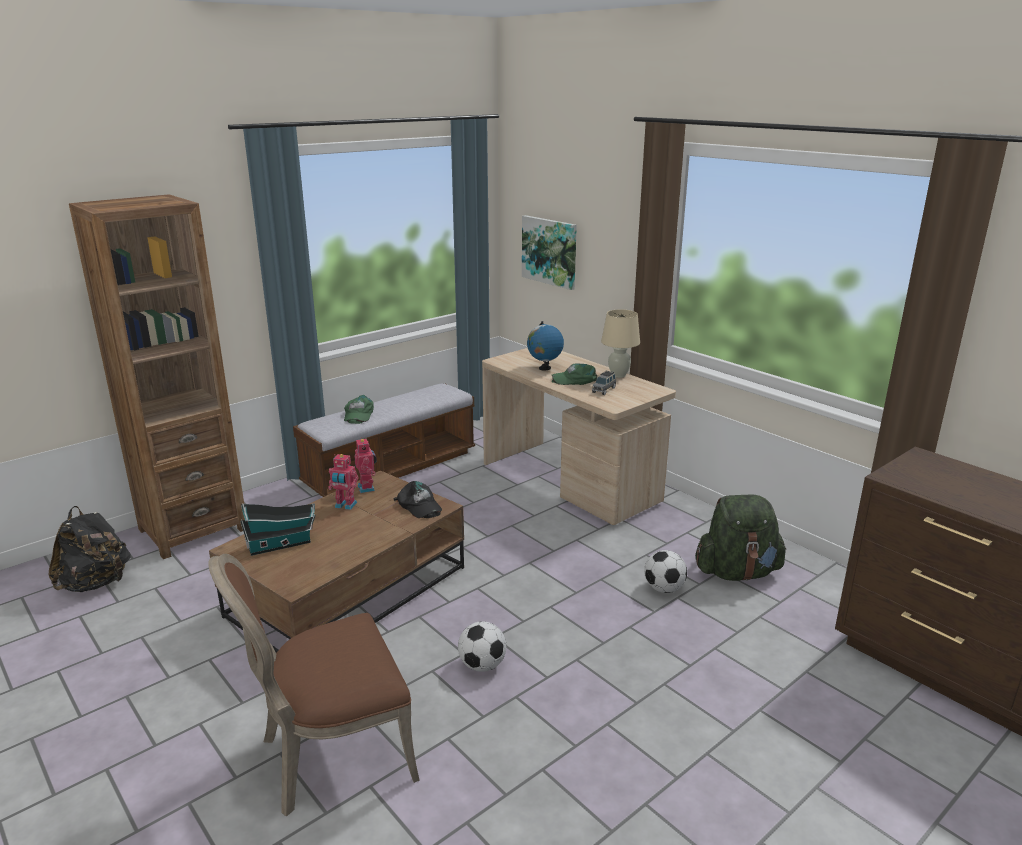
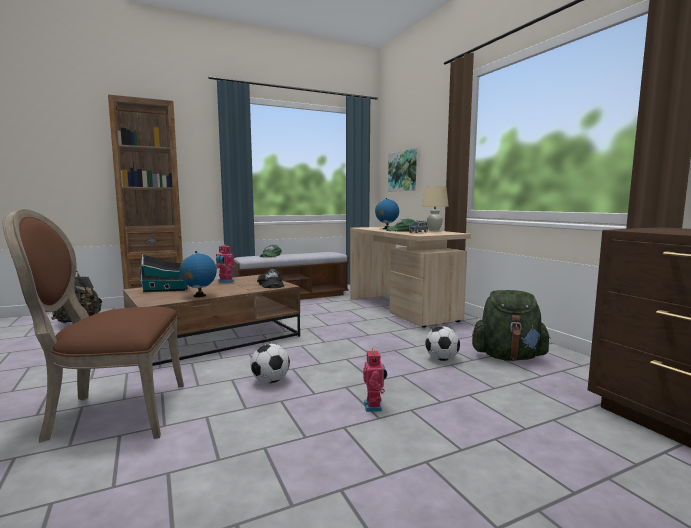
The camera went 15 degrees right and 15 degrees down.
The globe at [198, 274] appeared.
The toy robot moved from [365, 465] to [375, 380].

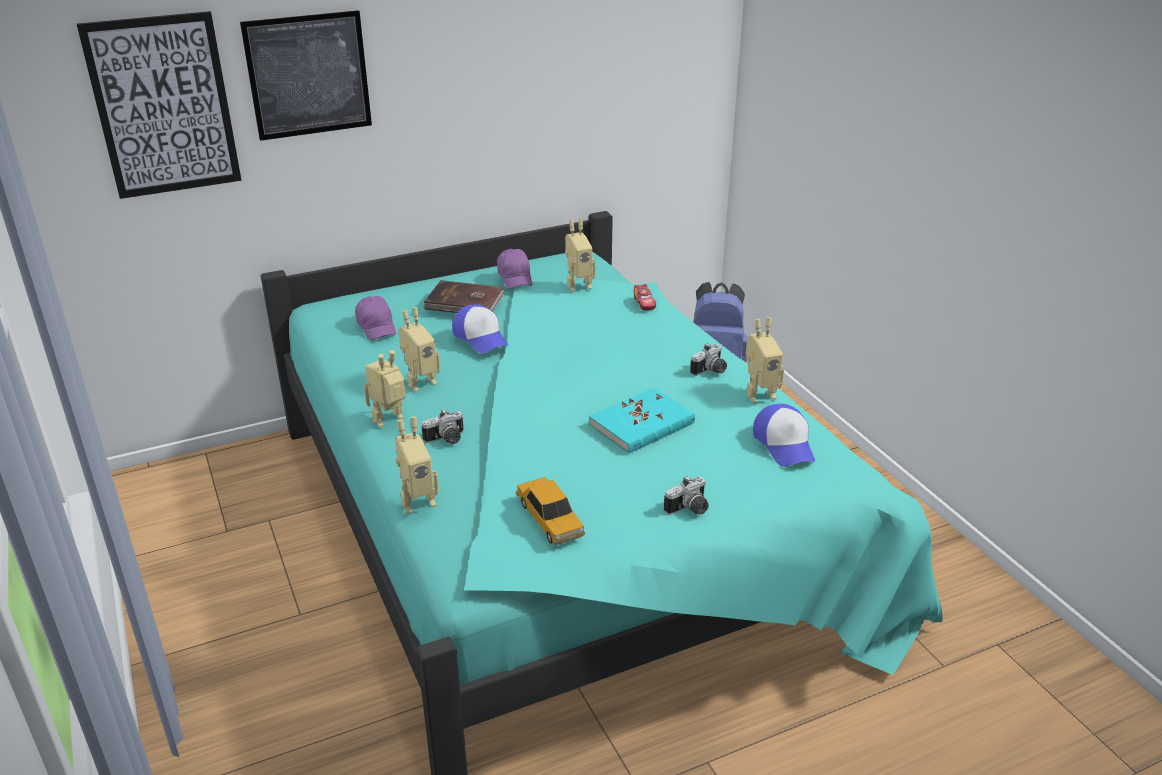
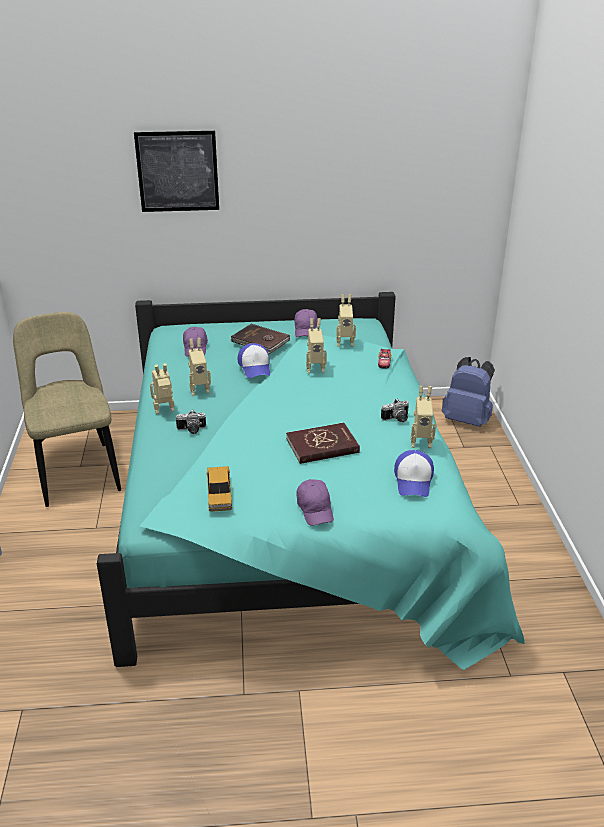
The camera went 20 degrees right and 0 degrees up.
The picture at [159, 105] disappeared.
The beige chair at [67, 409] appeared.
The toy robot moved from [417, 465] to [316, 345].
The photo camera at [686, 495] was replaced by the purple cap at [315, 502].
The turquoise book at [642, 421] became the red book at [323, 443].

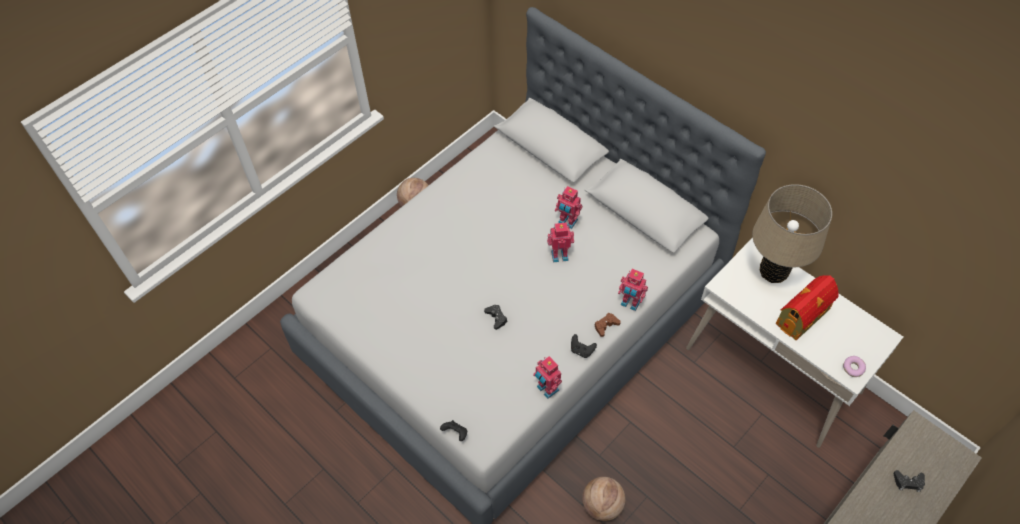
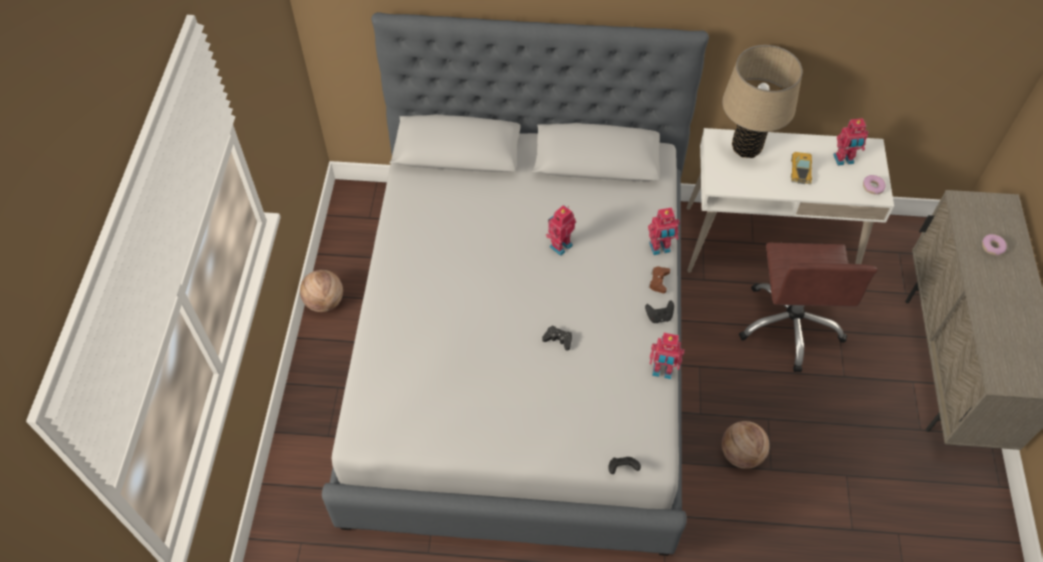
The camera went 40 degrees left and 0 degrees up.
The brown office chair at [808, 307] appeared.
The toy robot moved from [568, 207] to [850, 142].
The toy house at [807, 307] was replaced by the toy car at [802, 168].
The black game controller at [909, 481] was replaced by the donut at [994, 244].

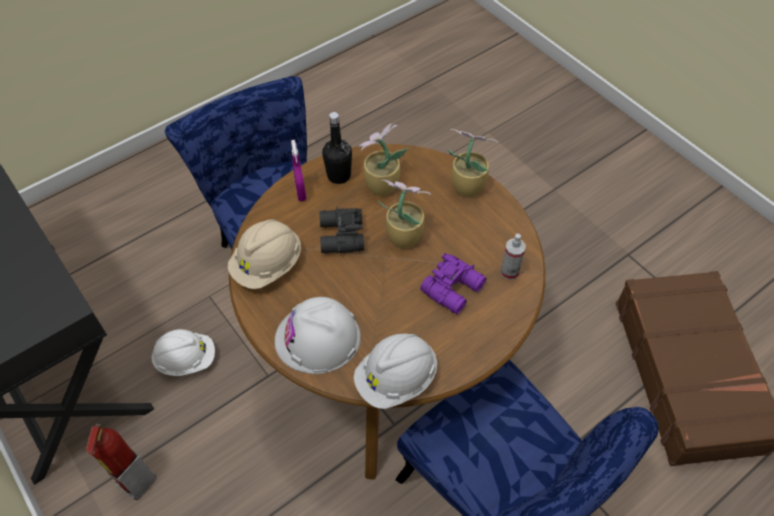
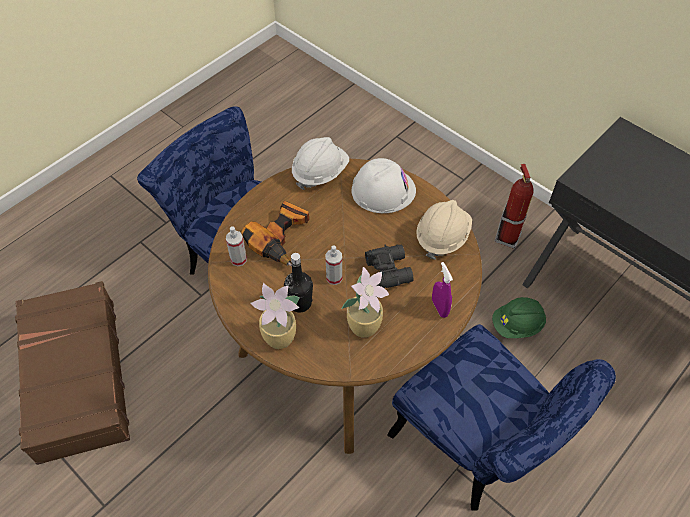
The camera went 170 degrees right and 0 degrees up.
The black bottle moved from [337, 148] to [298, 283].
The potted plant at [405, 214] was replaced by the spray bottle at [333, 265].
The purple binoculars at [453, 283] was replaced by the power drill at [275, 233].
The white hard hat at [183, 352] became the green hard hat at [519, 317].

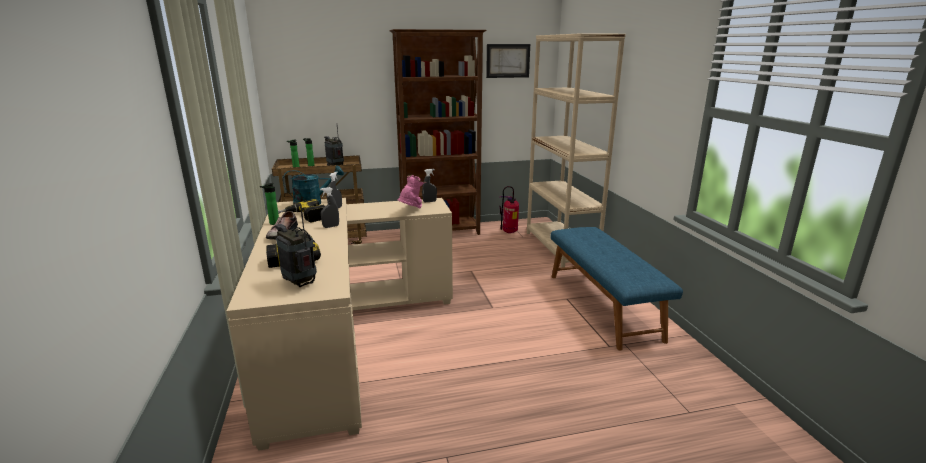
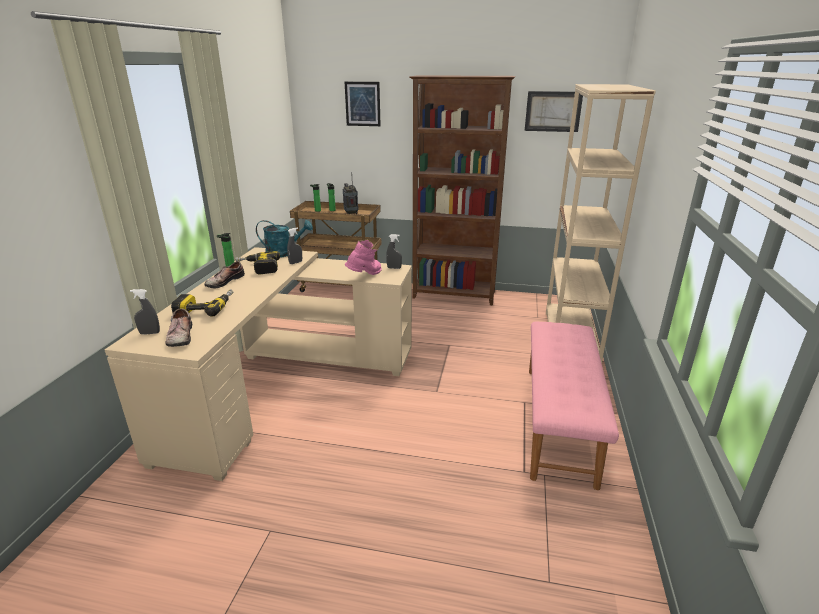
The camera went 25 degrees right and 5 degrees up.
The fire extinguisher at [509, 209] disappeared.
The picture at [363, 104] appeared.
The grey spray bottle moved from [329, 207] to [145, 311].
The radio at [296, 245] was replaced by the shoe at [178, 327].
The blue bench at [616, 288] became the pink bench at [574, 406].

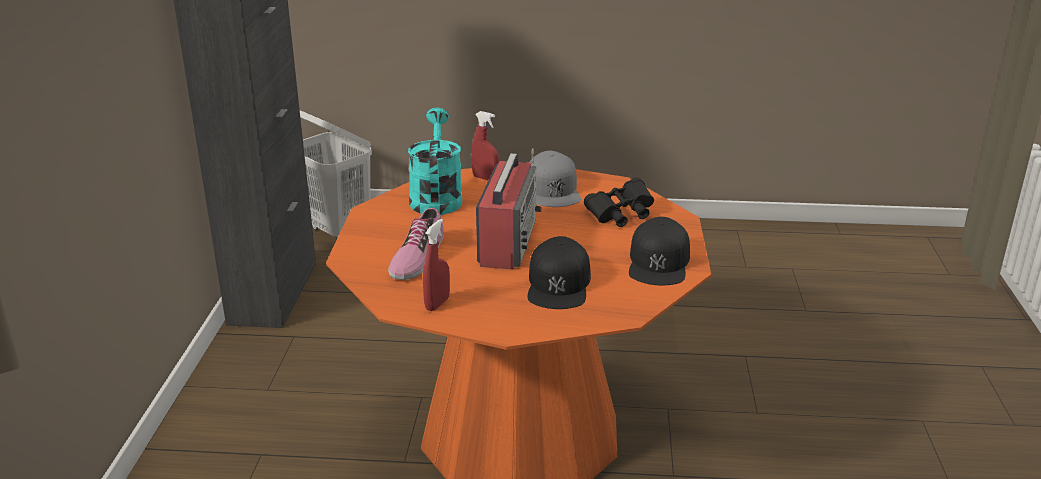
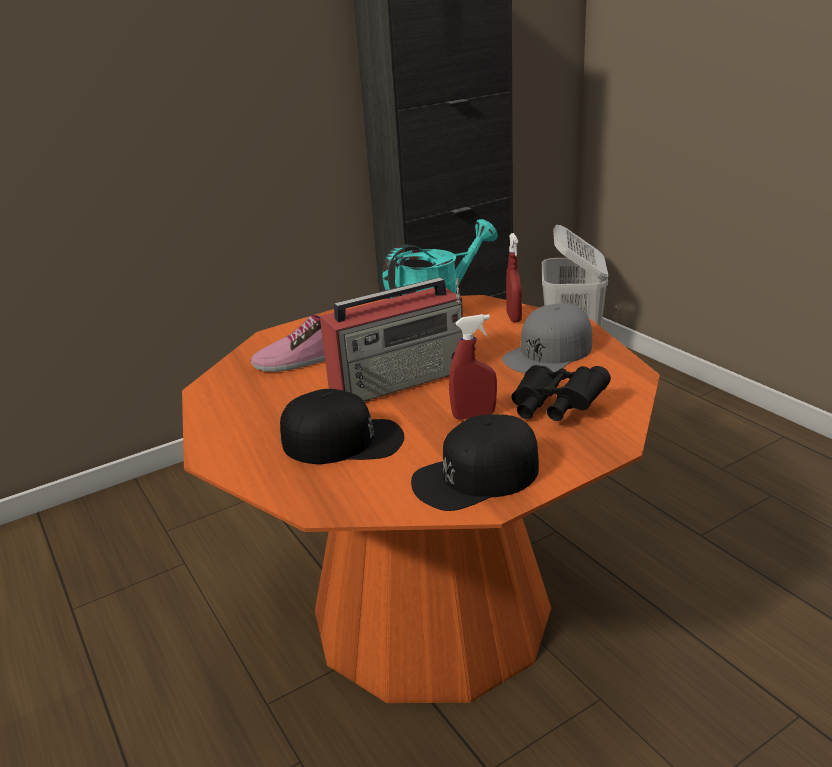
The camera went 55 degrees right and 0 degrees up.
The red spray bottle moved from [436, 265] to [473, 367].
The black cap at [559, 272] turned 150 degrees counterclockwise.

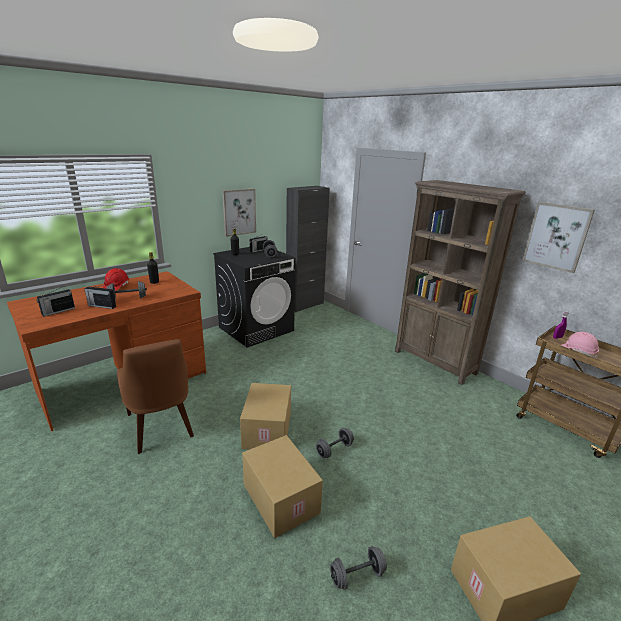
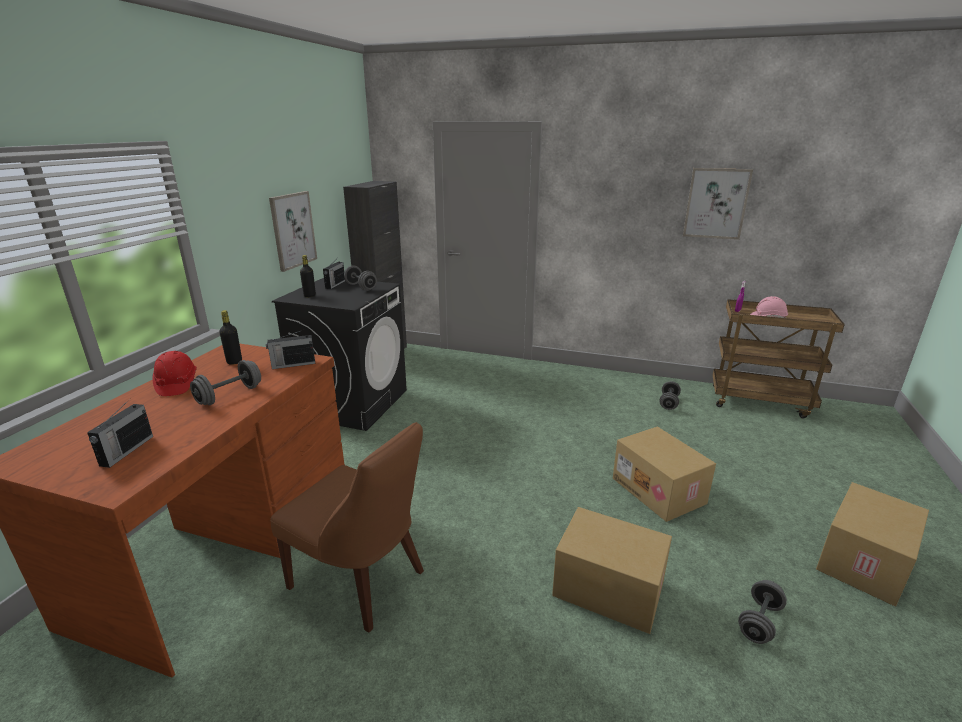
The camera went 30 degrees left and 0 degrees up.
The brown bookcase at [460, 282] disappeared.
The radio moved from [100, 297] to [290, 349].
The cardboard box moved from [265, 416] to [664, 474].
The grey dumbbell moved from [335, 443] to [670, 395].

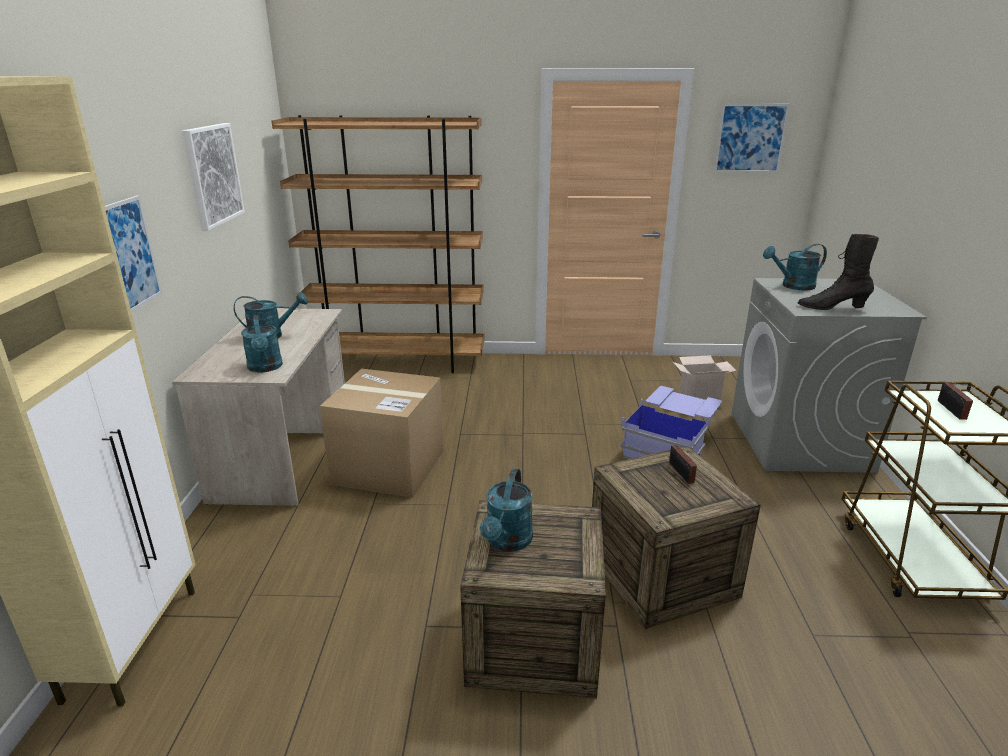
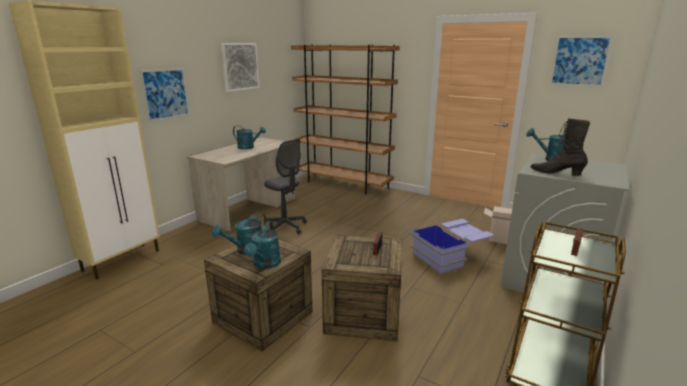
The camera went 30 degrees right and 5 degrees down.
The turquoise watering can moved from [262, 343] to [262, 245].
The cardboard box at [382, 433] was replaced by the grey office chair at [285, 186].

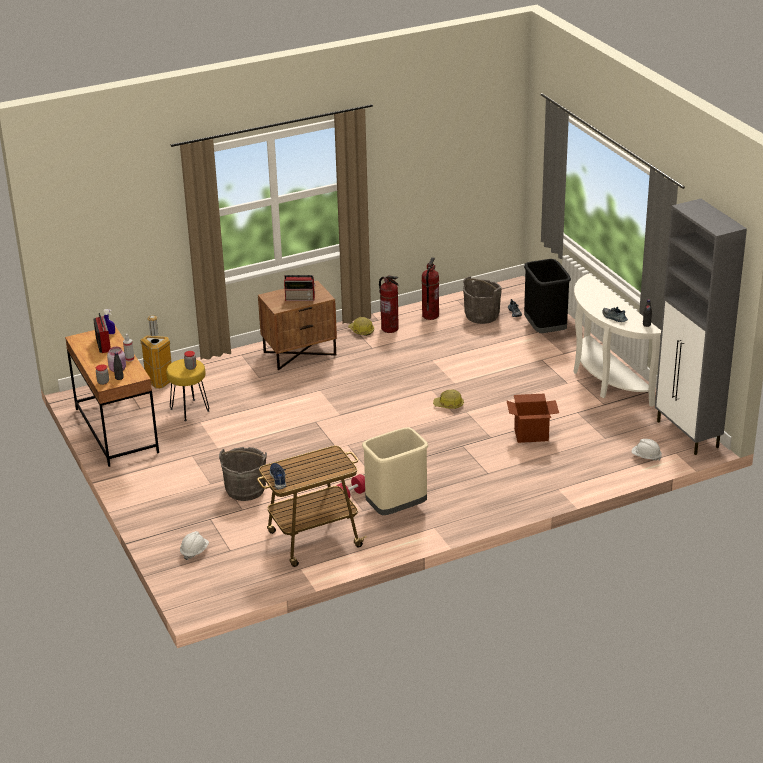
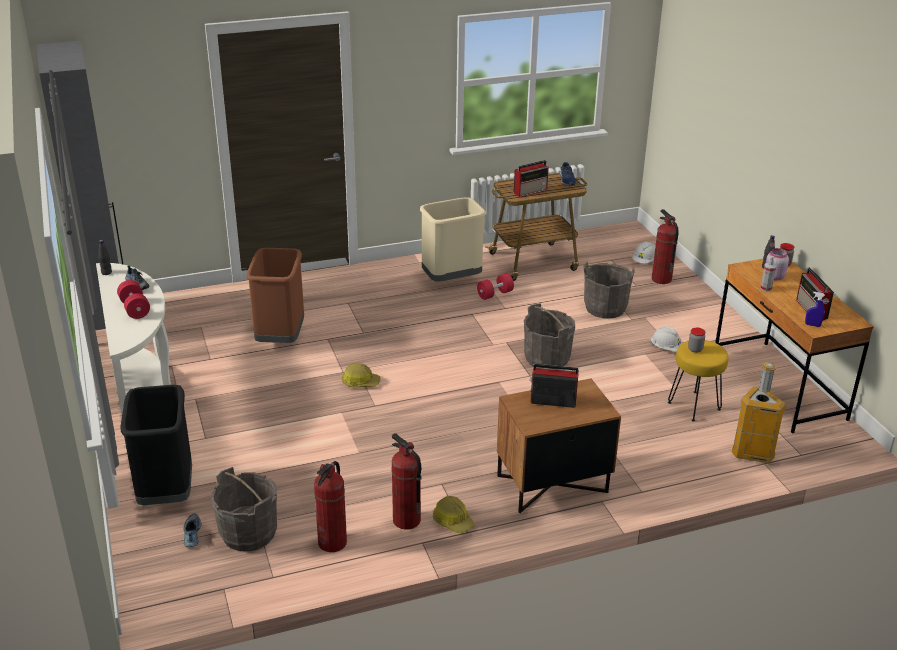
The camera went 175 degrees left and 0 degrees up.
The red dumbbell at [133, 299] appeared.
The radio at [531, 178] appeared.
The grey bucket at [549, 336] appeared.
The fire extinguisher at [665, 246] appeared.
The white hard hat moved from [647, 450] to [666, 339].
The cardboard box at [532, 418] was replaced by the brown trash can at [275, 295].

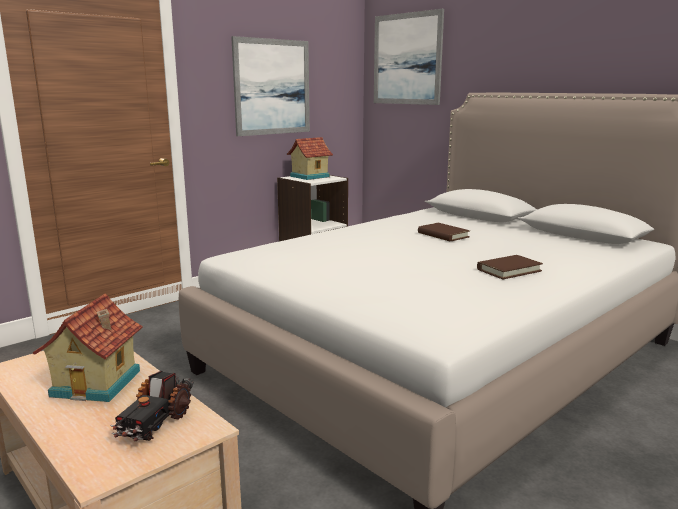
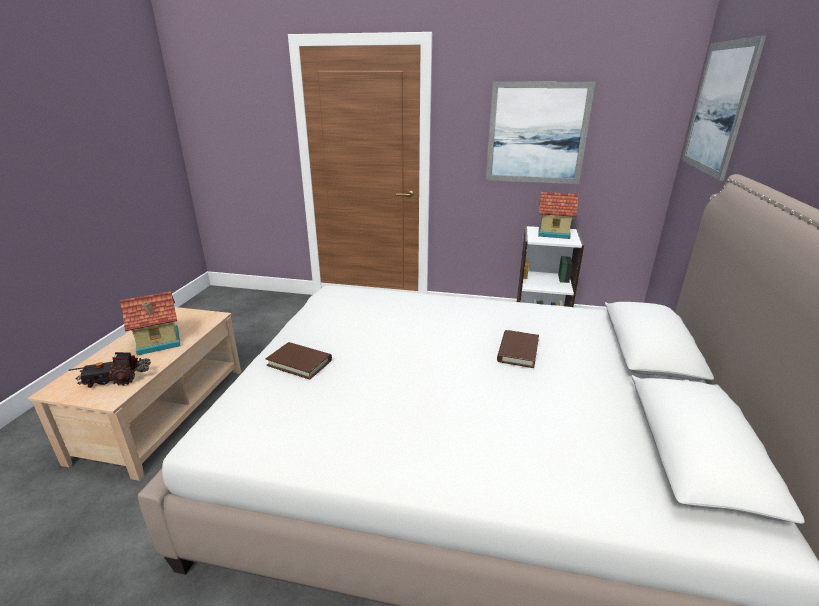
The camera went 55 degrees right and 10 degrees up.
The brown book moved from [510, 267] to [298, 361].

